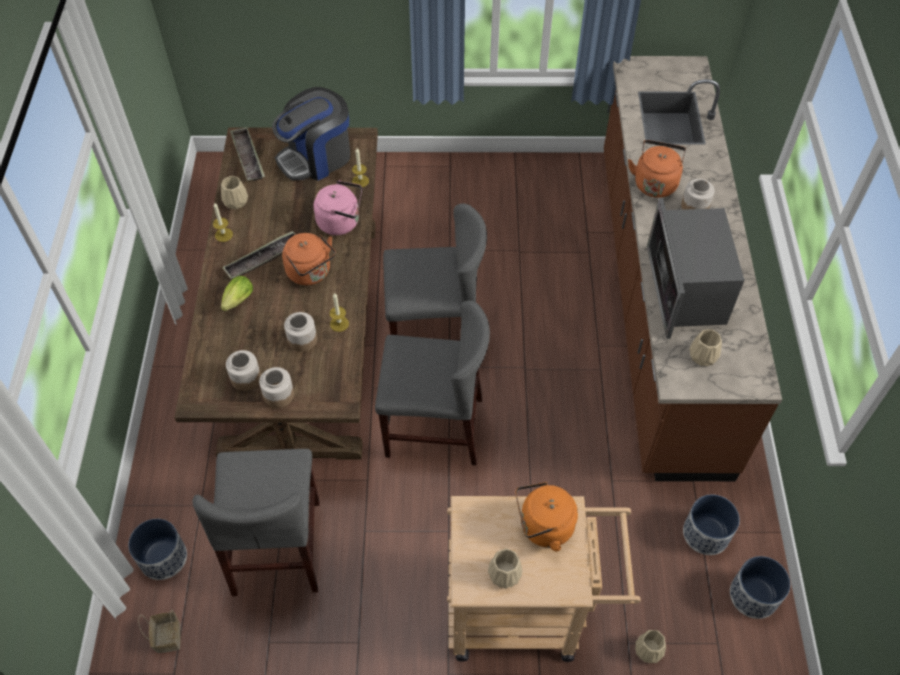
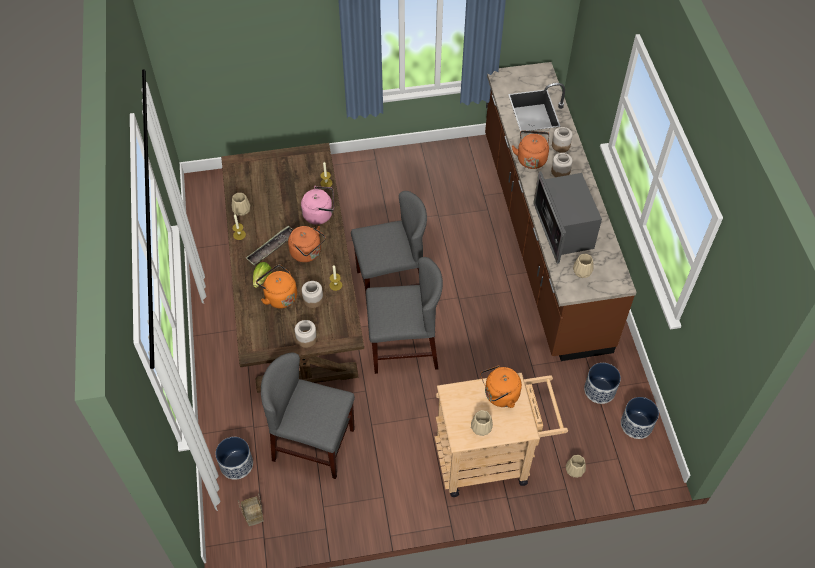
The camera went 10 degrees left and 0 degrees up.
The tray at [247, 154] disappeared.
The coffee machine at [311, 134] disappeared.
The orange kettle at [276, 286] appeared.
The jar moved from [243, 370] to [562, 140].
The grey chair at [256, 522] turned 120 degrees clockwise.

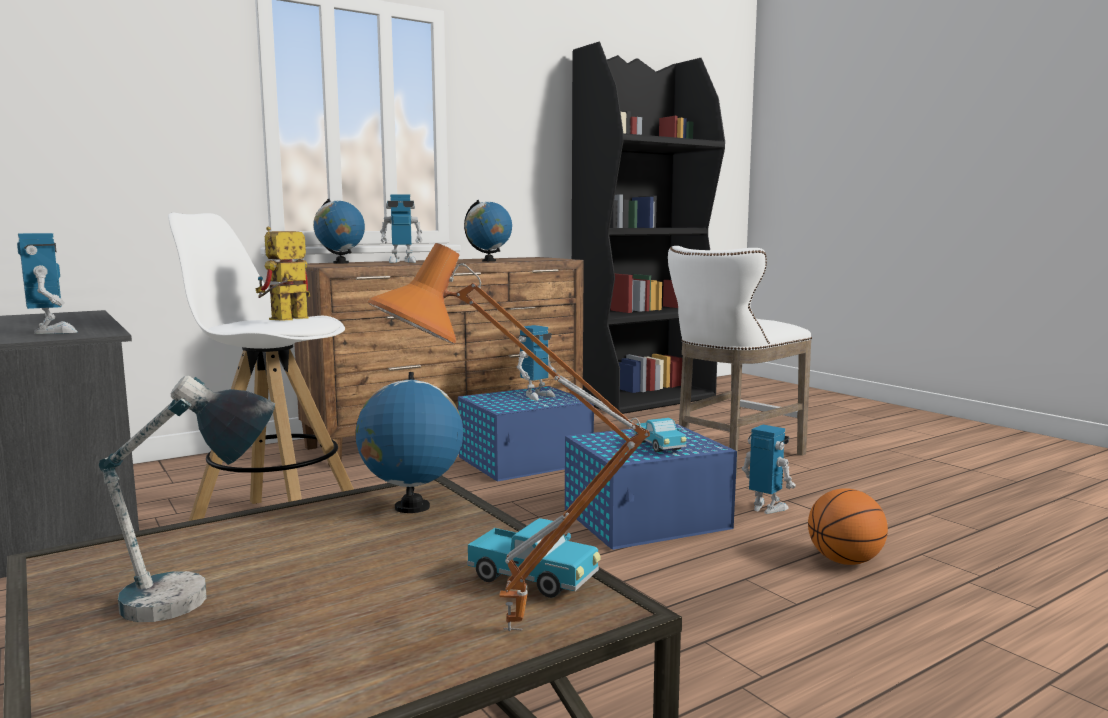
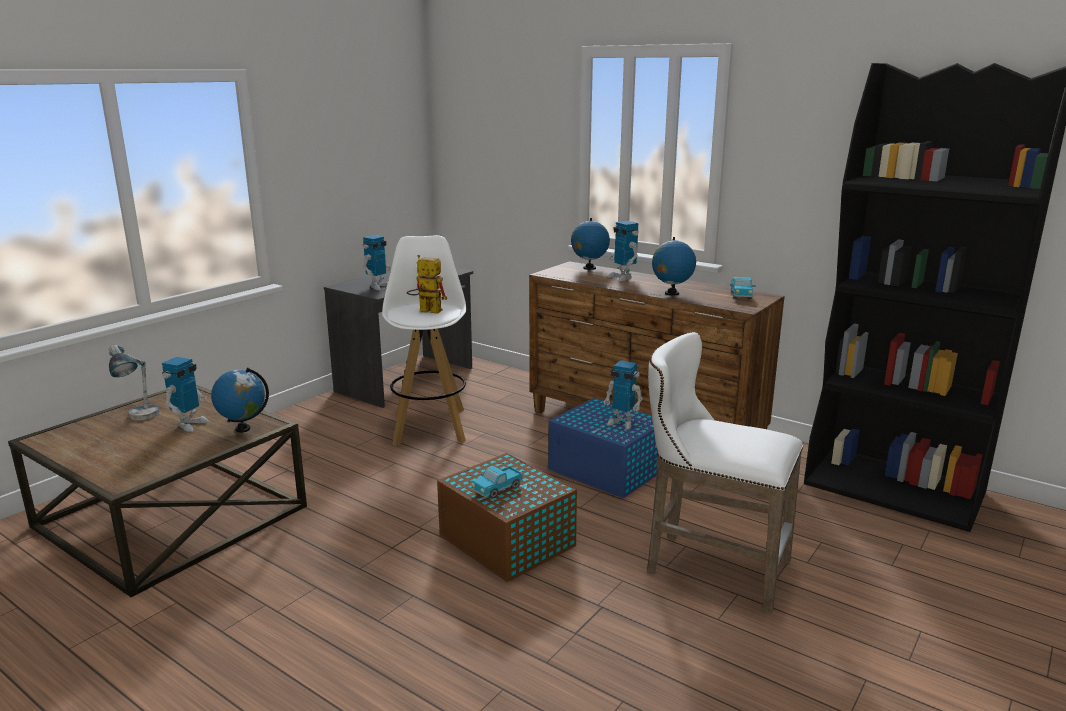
The camera went 70 degrees right and 10 degrees up.
The orange table lamp at [508, 437] disappeared.
The basketball at [848, 526] disappeared.
The toy truck moved from [534, 558] to [743, 288].
The toy robot moved from [769, 469] to [186, 394].
The blue storage box at [651, 487] became the brown storage box at [507, 517].

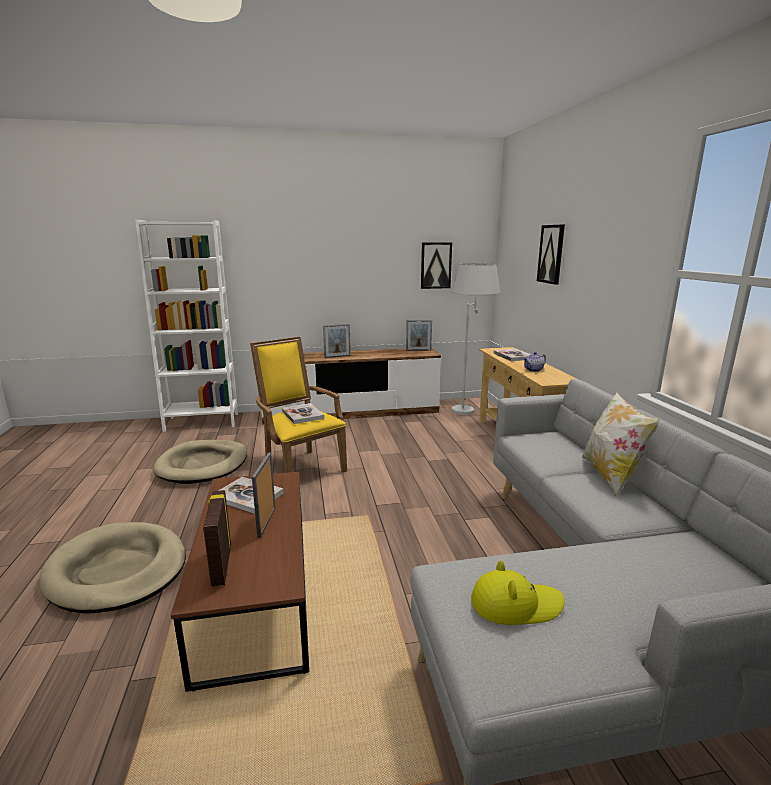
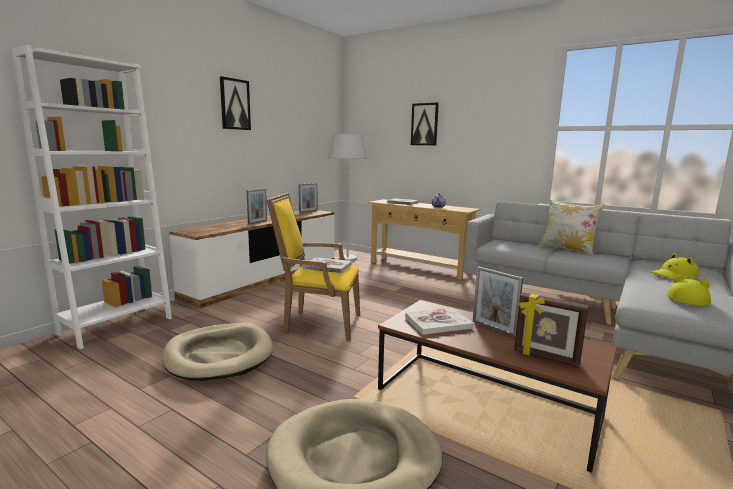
The camera went 45 degrees left and 5 degrees down.
The yellow hat at [675, 266] appeared.
The picture moved from [436, 265] to [235, 103].

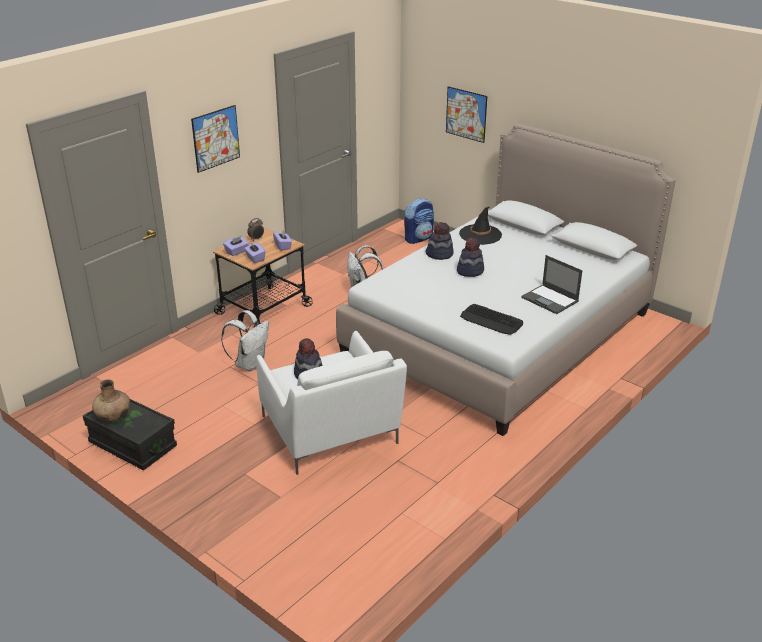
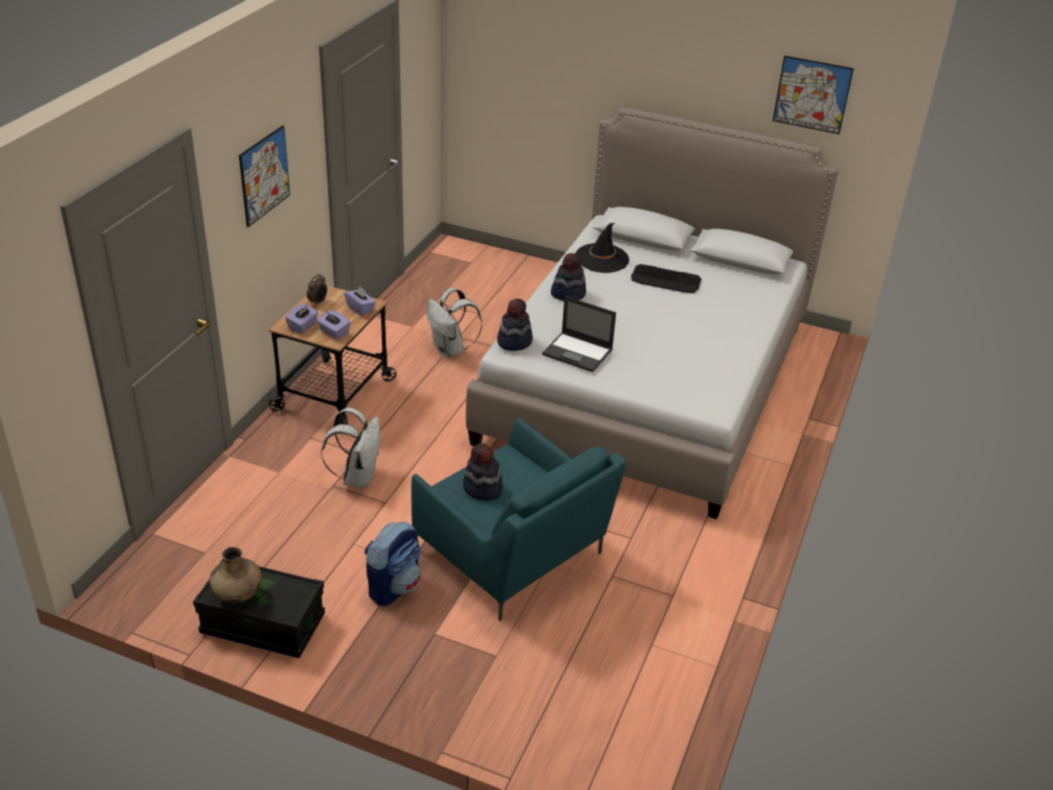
The camera went 20 degrees left and 5 degrees up.
The backpack moved from [419, 221] to [392, 564].
The picture moved from [466, 114] to [813, 95].
The hat moved from [470, 257] to [515, 325].
The keyboard moved from [491, 319] to [666, 278].
The laptop moved from [551, 284] to [579, 334].
The white armchair at [331, 403] became the turquoise armchair at [519, 519].

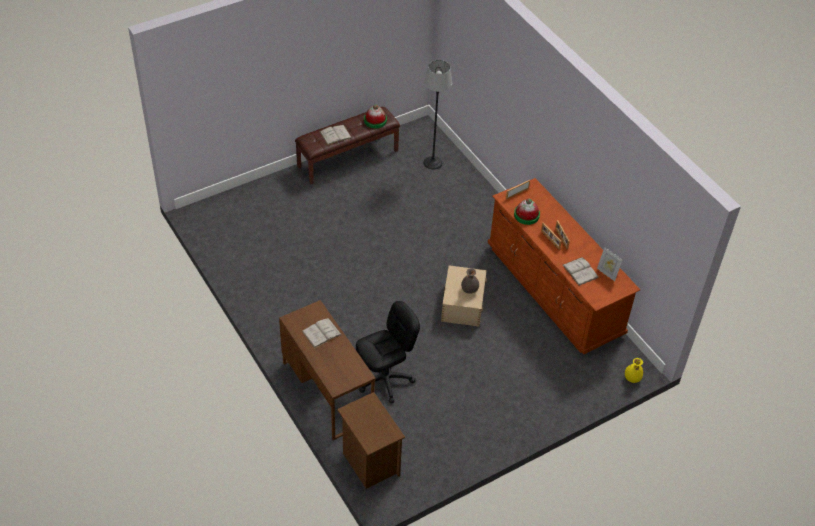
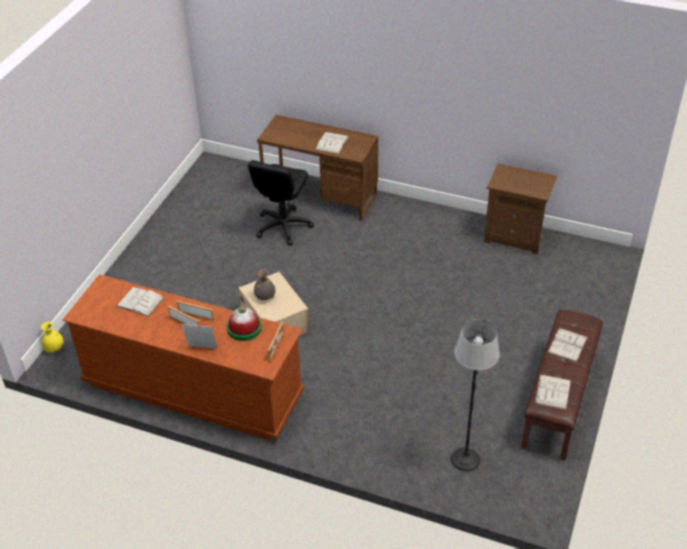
The camera went 145 degrees right and 5 degrees down.
The brown nightstand moved from [371, 440] to [520, 209].
The picture frame moved from [609, 264] to [200, 336].
The hat at [375, 116] was replaced by the white book at [553, 392].

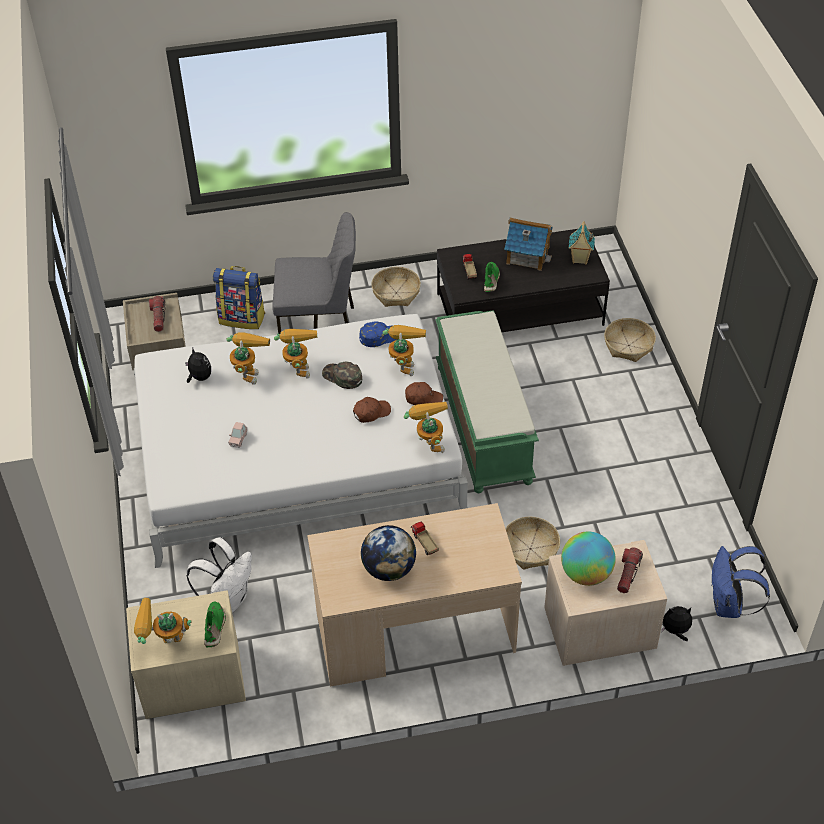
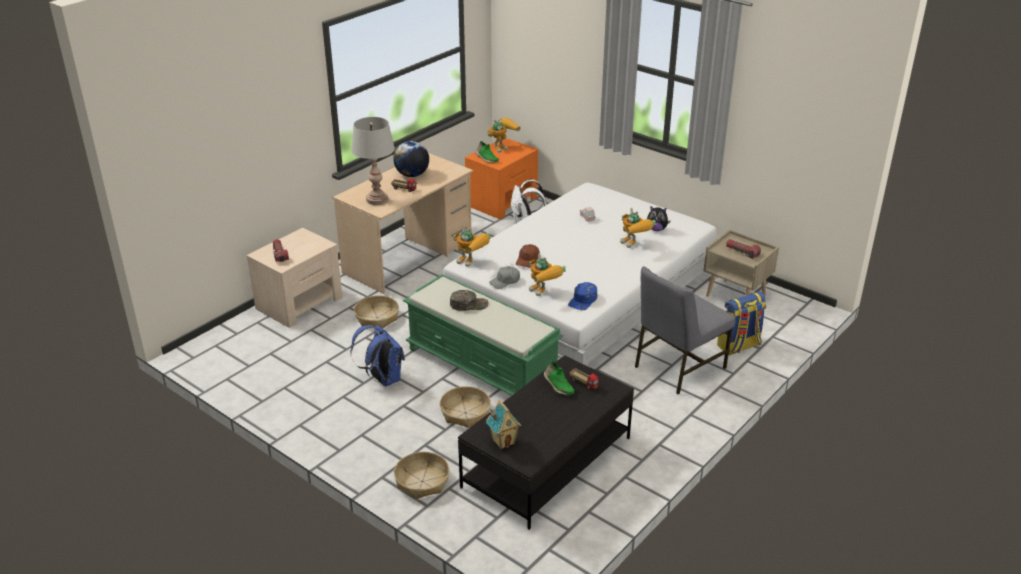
The camera went 140 degrees right and 15 degrees down.
The toy robot at [295, 353] disappeared.
The toy house at [528, 244] disappeared.
The globe at [588, 558] disappeared.
The plush toy at [677, 623] disappeared.
The grey table lamp at [373, 161] appeared.
The green cap moved from [342, 375] to [469, 300].
The basket moved from [396, 287] to [465, 407].
The blue backpack moved from [740, 582] to [377, 355].
The beige nightstand at [186, 654] became the orange nightstand at [501, 178].
The brown cap at [424, 393] became the grey cap at [504, 277].

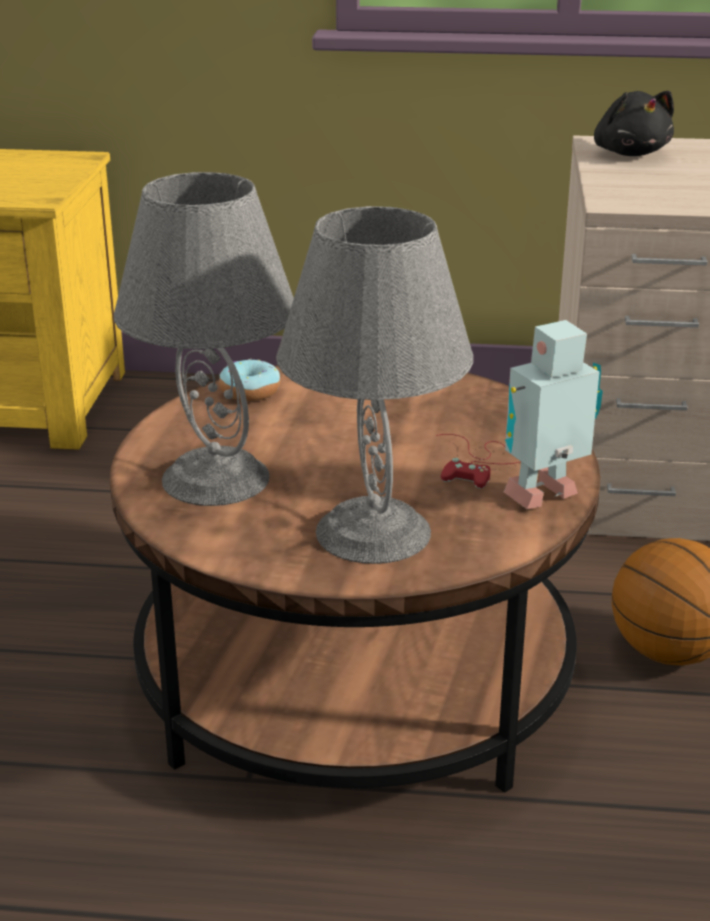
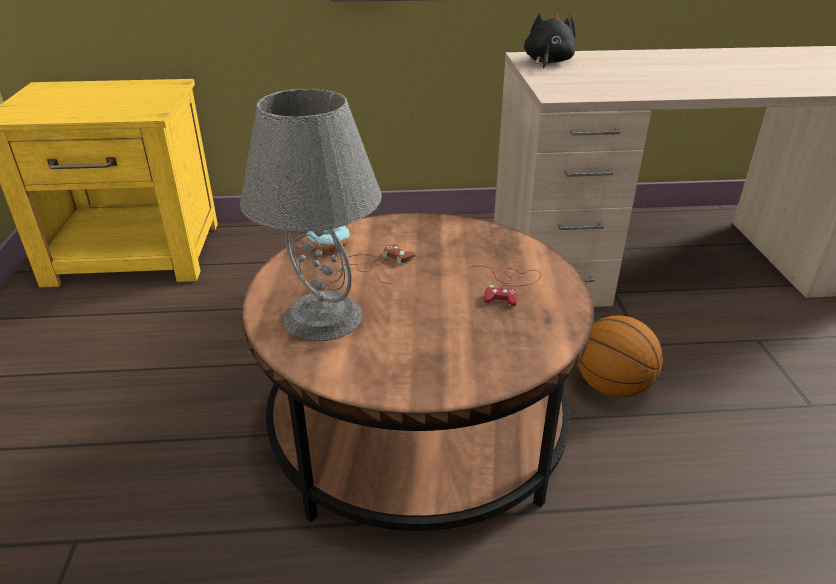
The camera went 10 degrees left and 5 degrees up.
The grey table lamp at [374, 385] disappeared.
The toy robot at [553, 414] disappeared.
The brown game controller at [378, 264] appeared.
The black plush toy at [634, 123] turned 135 degrees counterclockwise.

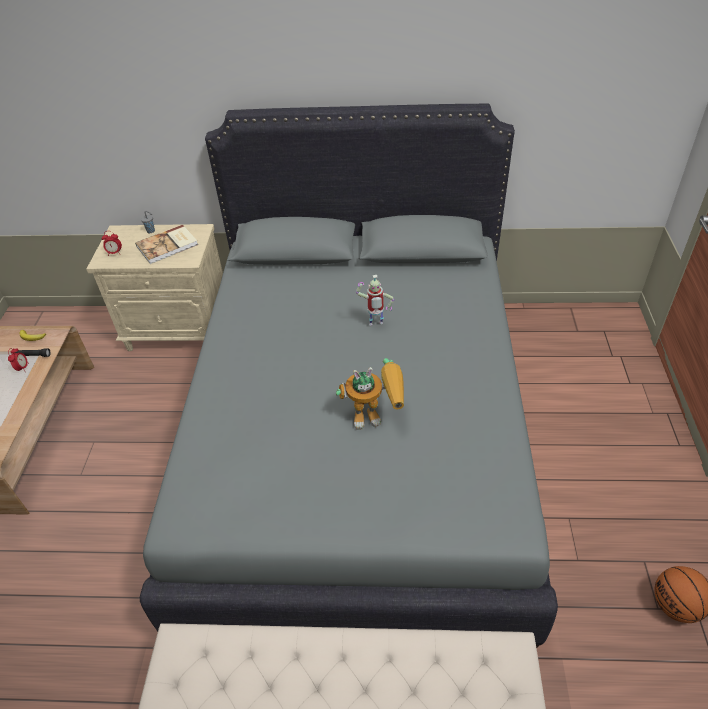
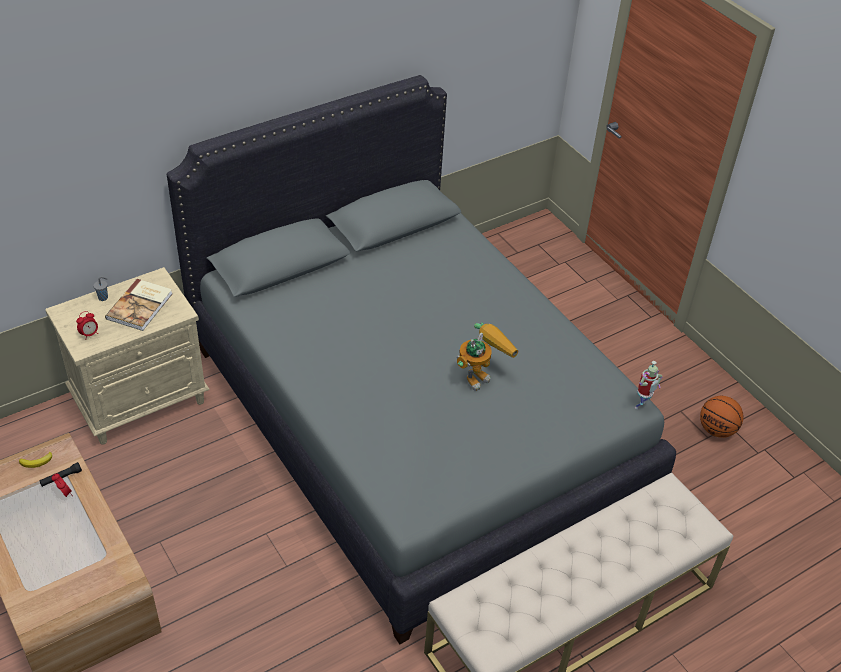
The camera went 40 degrees left and 0 degrees up.
The toy robot moved from [375, 300] to [648, 385].

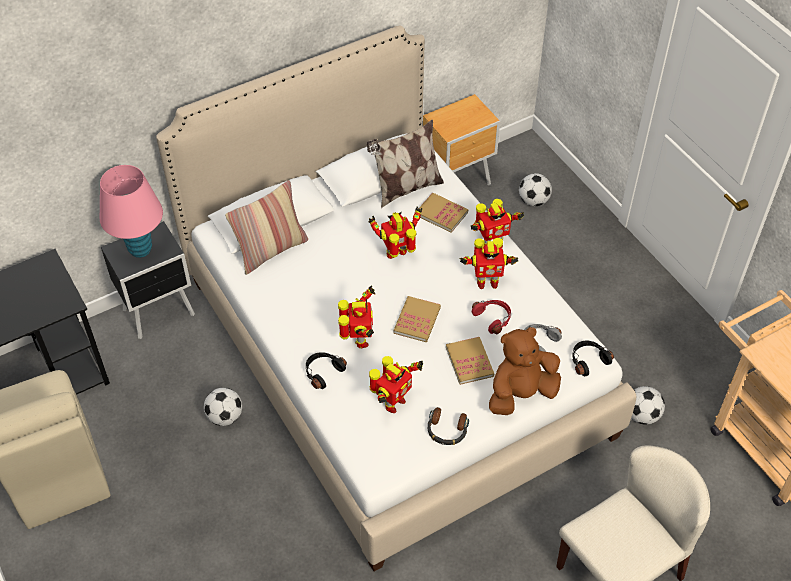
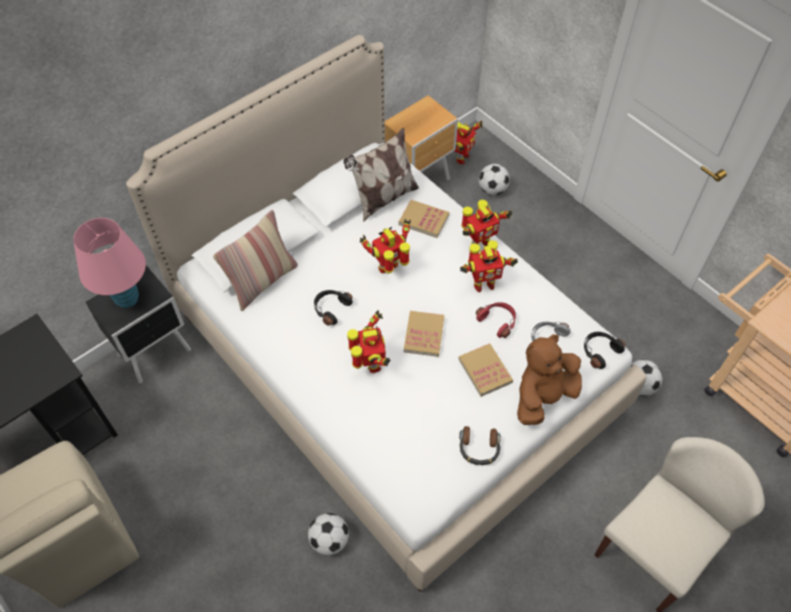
The camera went 10 degrees left and 5 degrees up.
The football moved from [223, 407] to [328, 534].
The black headphones moved from [326, 370] to [333, 308].
The toy robot moved from [396, 384] to [468, 142].

